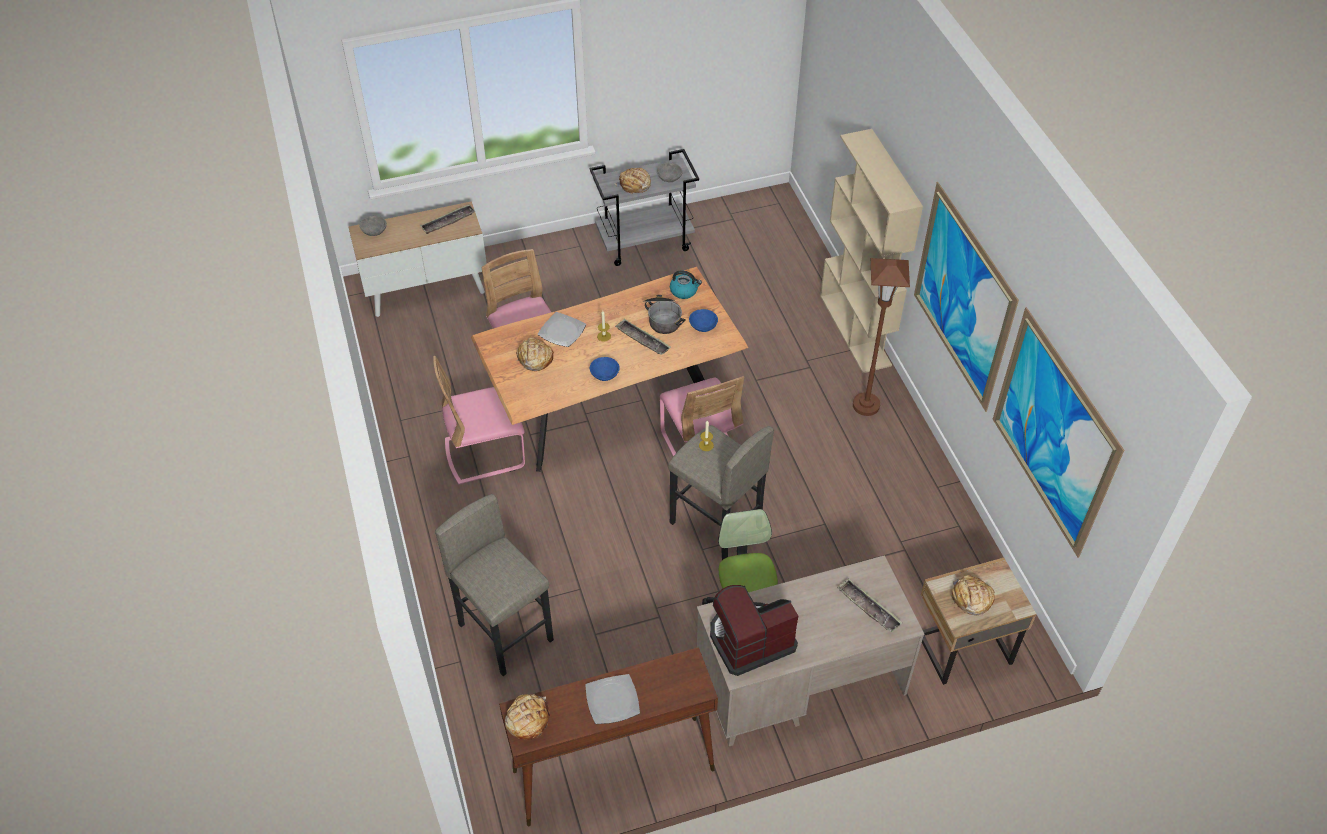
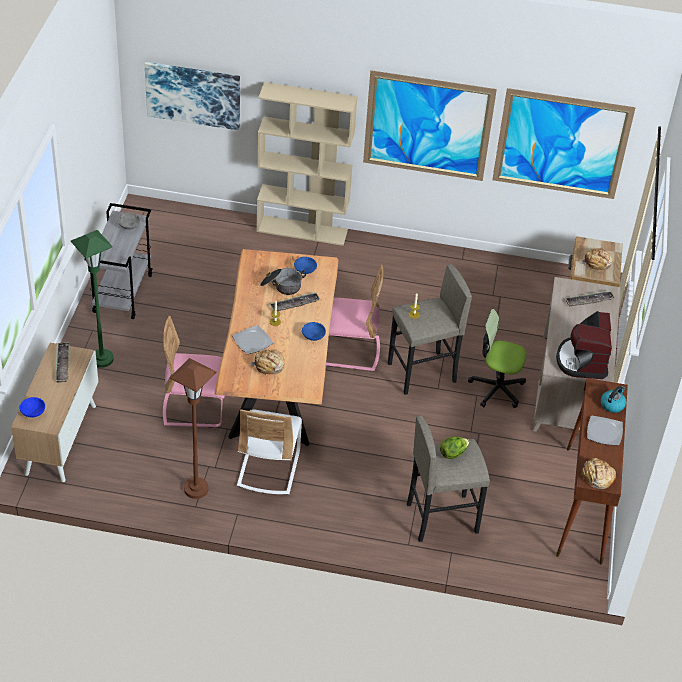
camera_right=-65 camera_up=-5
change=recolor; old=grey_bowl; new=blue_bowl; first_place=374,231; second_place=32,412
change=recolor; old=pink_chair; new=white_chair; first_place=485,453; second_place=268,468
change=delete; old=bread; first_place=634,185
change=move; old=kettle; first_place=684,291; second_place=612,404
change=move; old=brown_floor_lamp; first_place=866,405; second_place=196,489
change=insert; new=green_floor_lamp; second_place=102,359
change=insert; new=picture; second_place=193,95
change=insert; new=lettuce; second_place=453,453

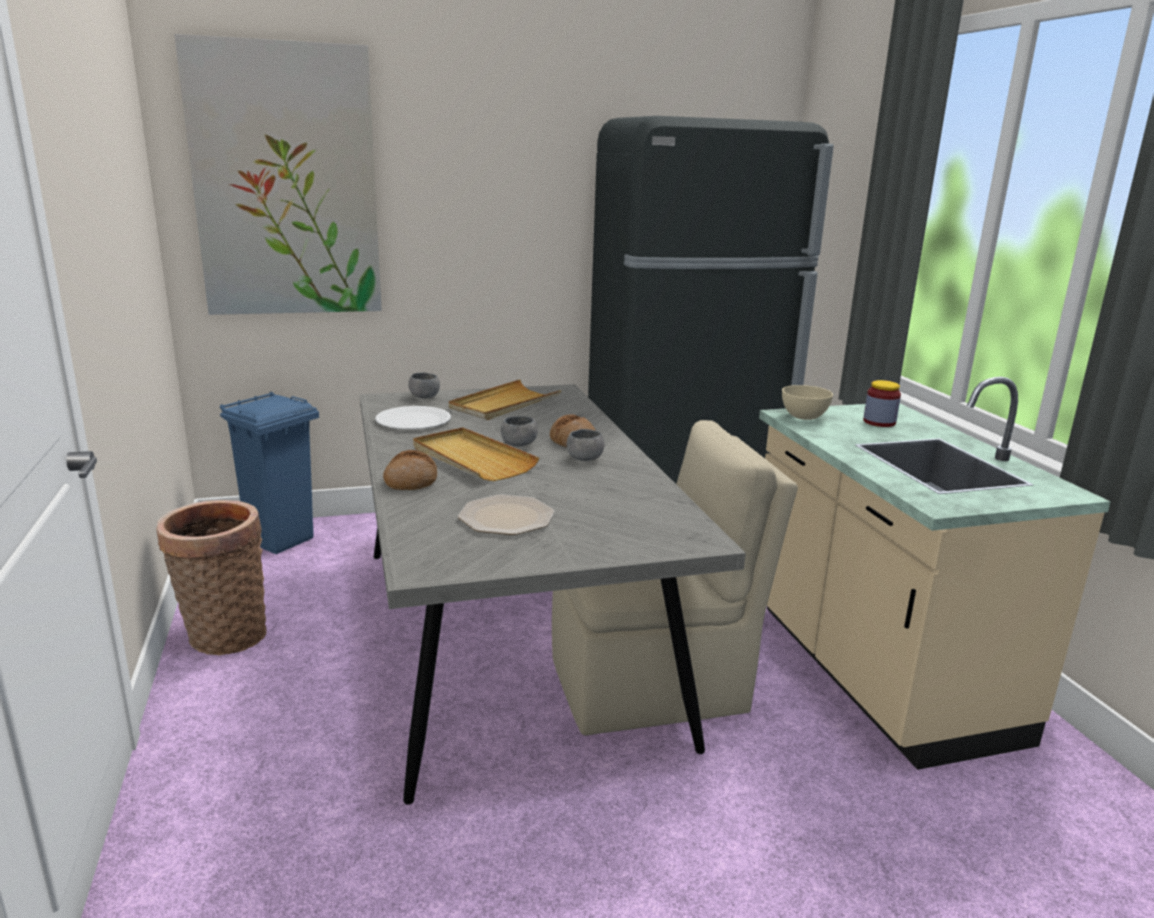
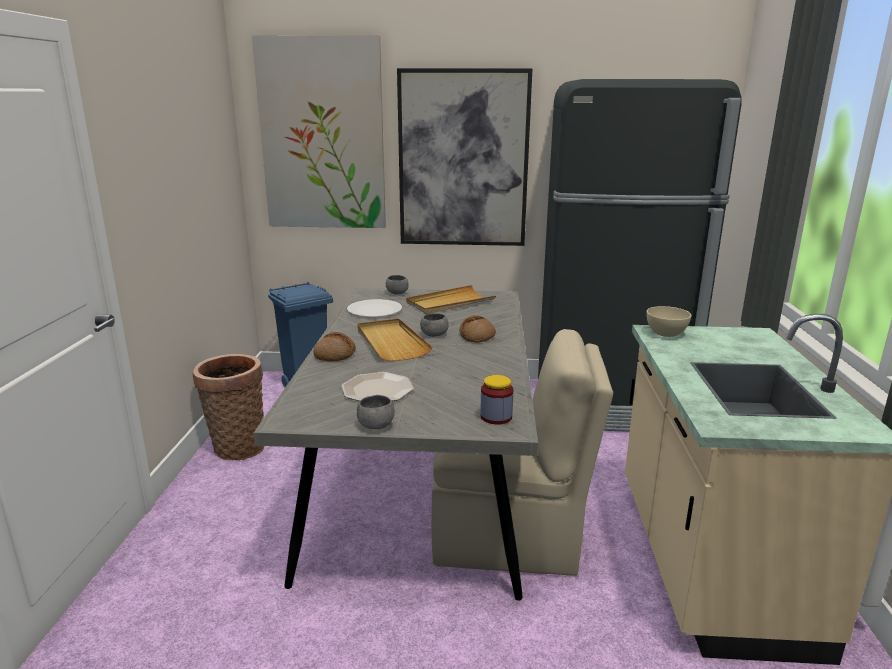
camera_right=20 camera_up=0
change=move; old=grey_bowl; first_place=585,459; second_place=376,425
change=move; old=jar; first_place=879,422; second_place=496,417
change=insert; new=picture; second_place=463,159

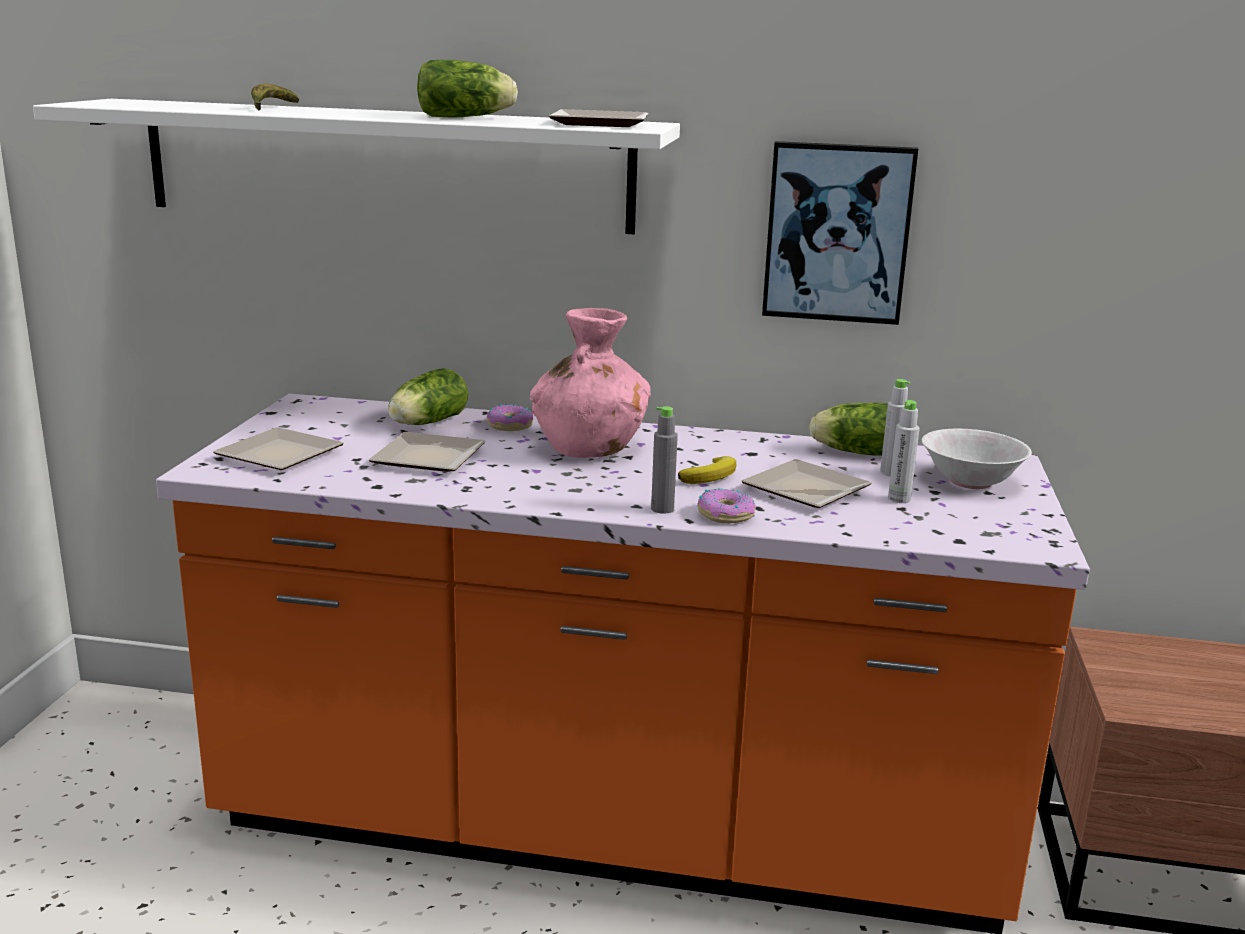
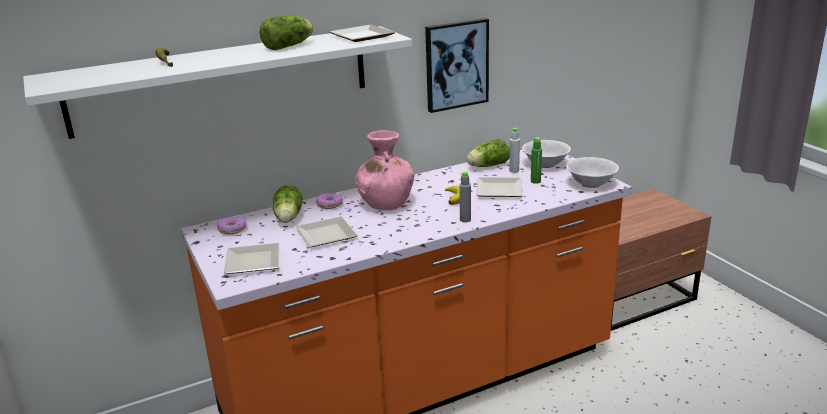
camera_right=-35 camera_up=5
change=move; old=donut; first_place=725,515; second_place=232,229
change=recolor; old=grey_bottle; new=green_bottle; first_place=899,499; second_place=535,181
change=insert; new=white_bowl; second_place=591,184

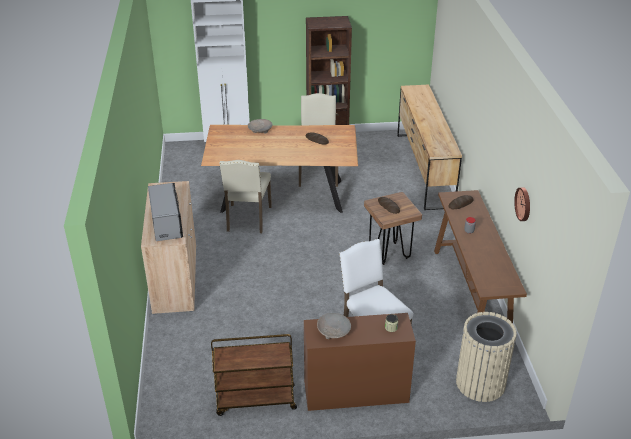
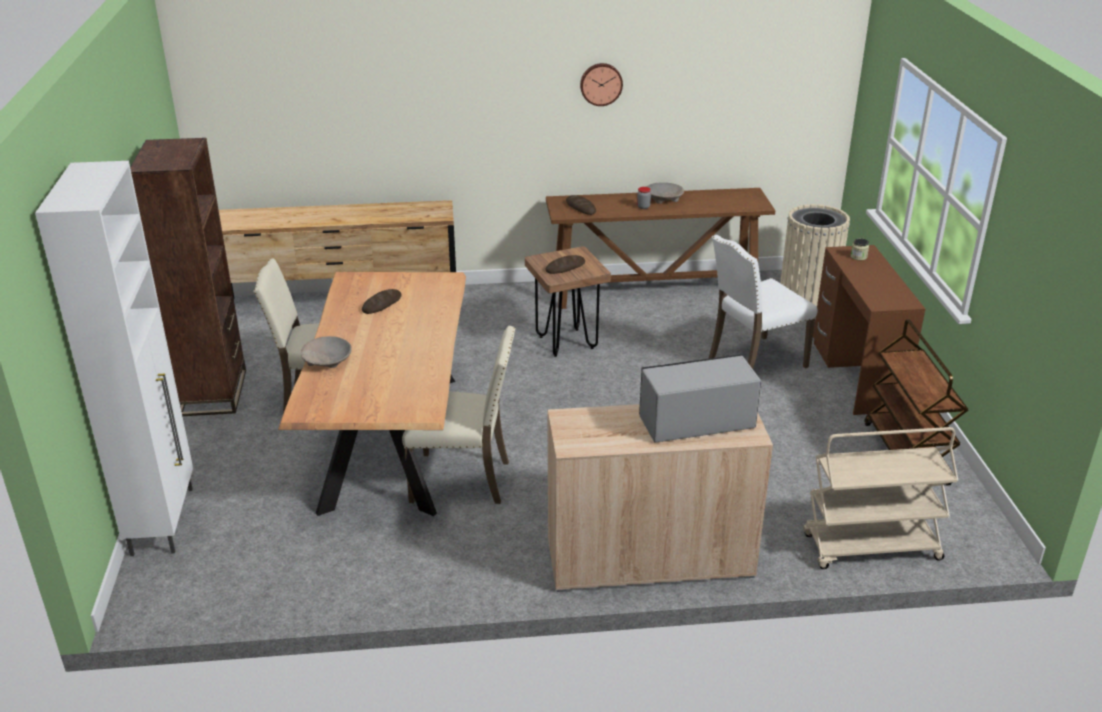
camera_right=-90 camera_up=-5
change=move; old=beige_bowl; first_place=334,331; second_place=663,198
change=move; old=wall_clock; first_place=524,204; second_place=601,84
change=insert; new=beige_cart; second_place=870,548

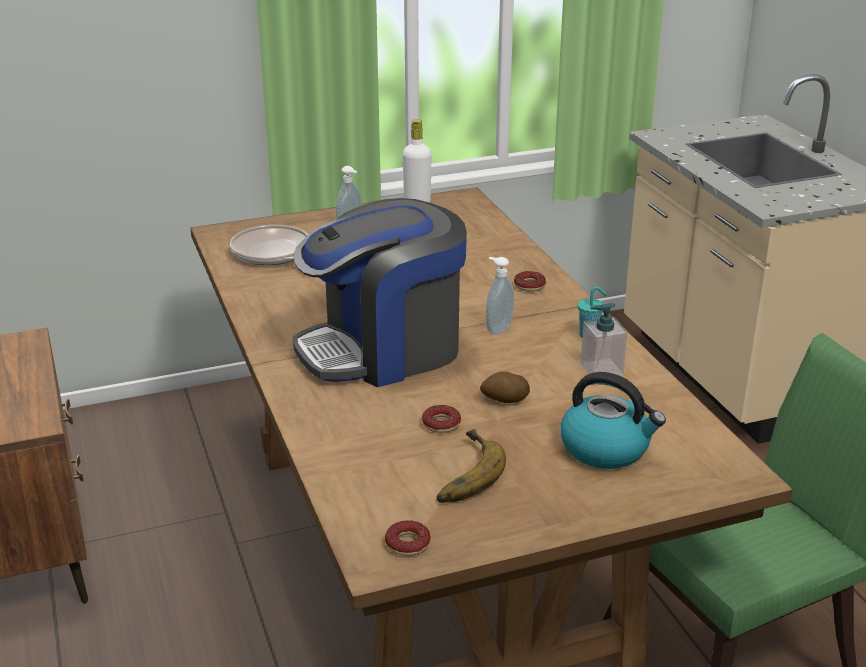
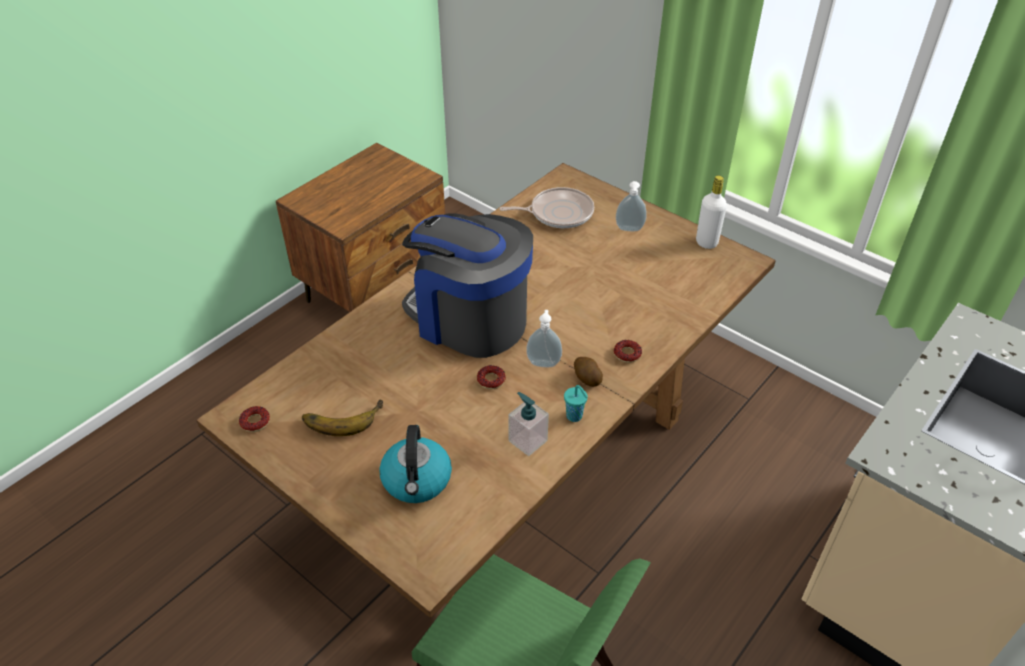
camera_right=60 camera_up=15
change=rotate; old=frying_pan; first_place=273,254; second_place=558,213; degrees=60
change=move; old=donut; first_place=441,423; second_place=491,380
change=move; old=potato; first_place=504,400; second_place=586,378

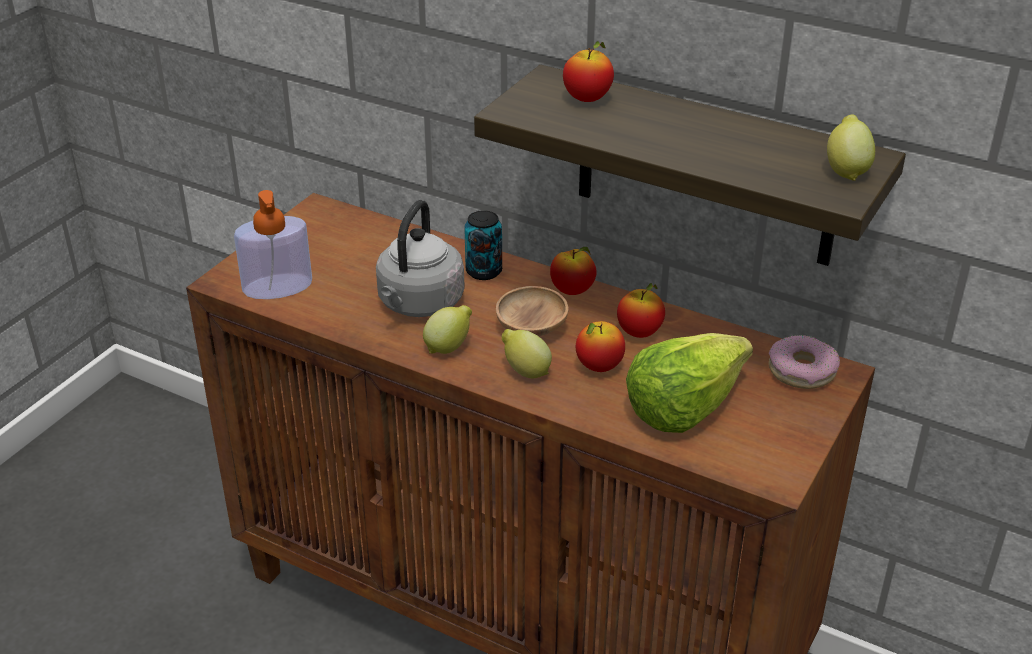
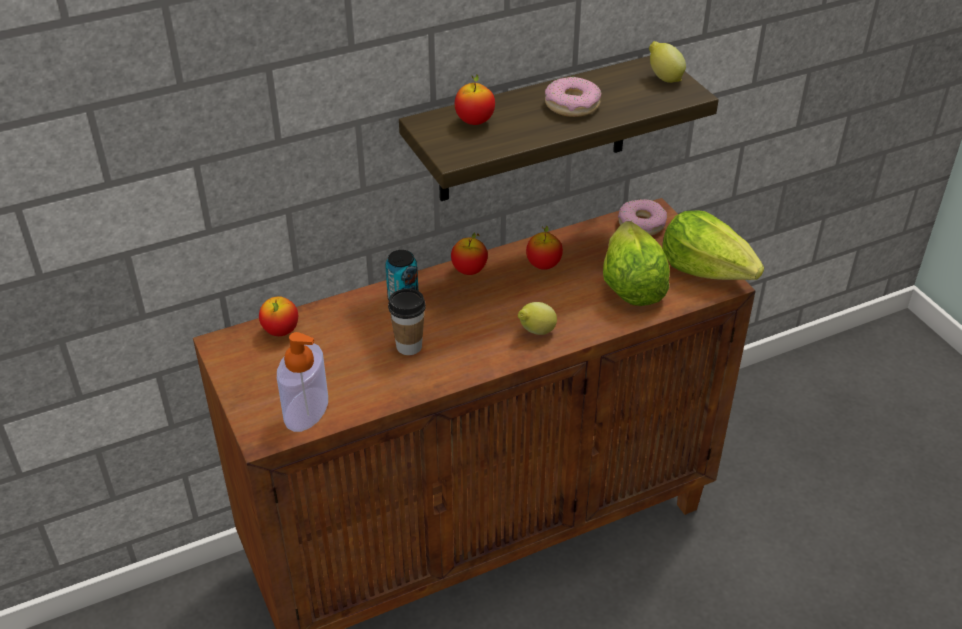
camera_right=-55 camera_up=5
change=replace; old=grey_kettle; new=cup; first_place=419,304; second_place=409,346
change=delete; old=lemon; first_place=449,347
change=delete; old=brown_bowl; first_place=531,328
change=move; old=apple; first_place=599,367; second_place=281,331
change=insert; new=donut; second_place=572,105
change=insert; new=lettuce; second_place=707,270

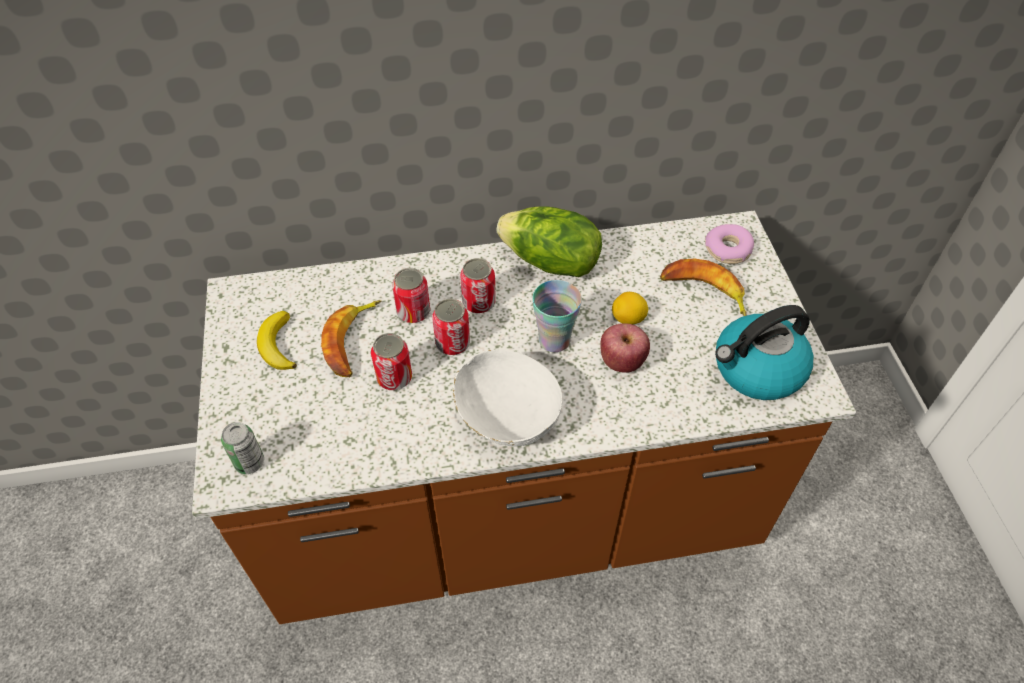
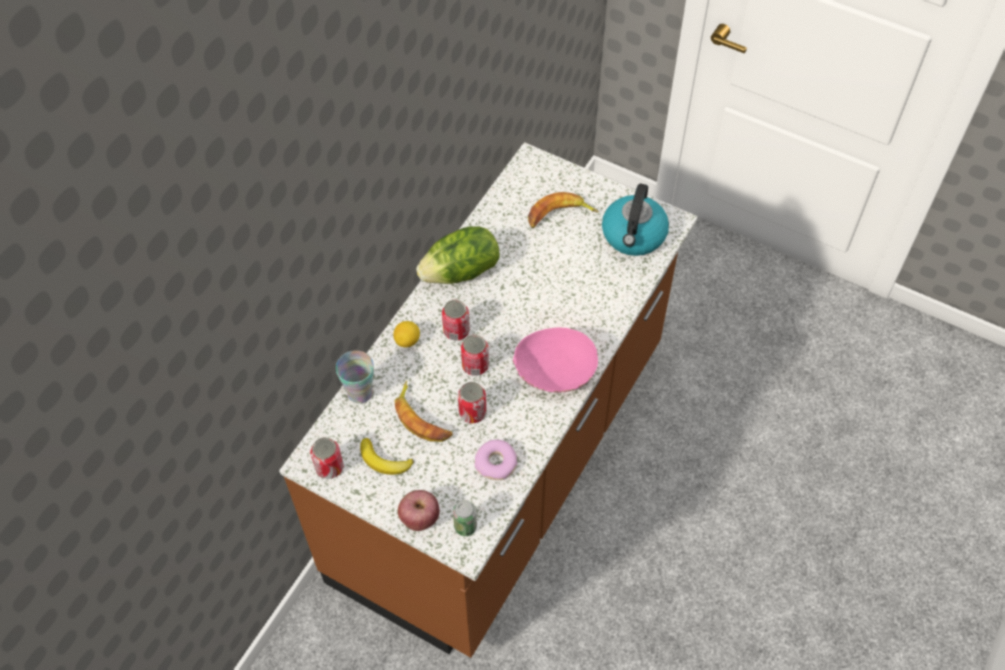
camera_right=-50 camera_up=5
change=move; old=can; first_place=413,312; second_place=329,467
change=recolor; old=white_bowl; new=pink_bowl; first_place=506,417; second_place=554,375
change=move; old=cup; first_place=554,340; second_place=360,393
change=move; old=apple; first_place=622,361; second_place=419,518
change=move; old=lemon; first_place=628,319; second_place=407,341
change=move; old=donut; first_place=728,250; second_place=496,463

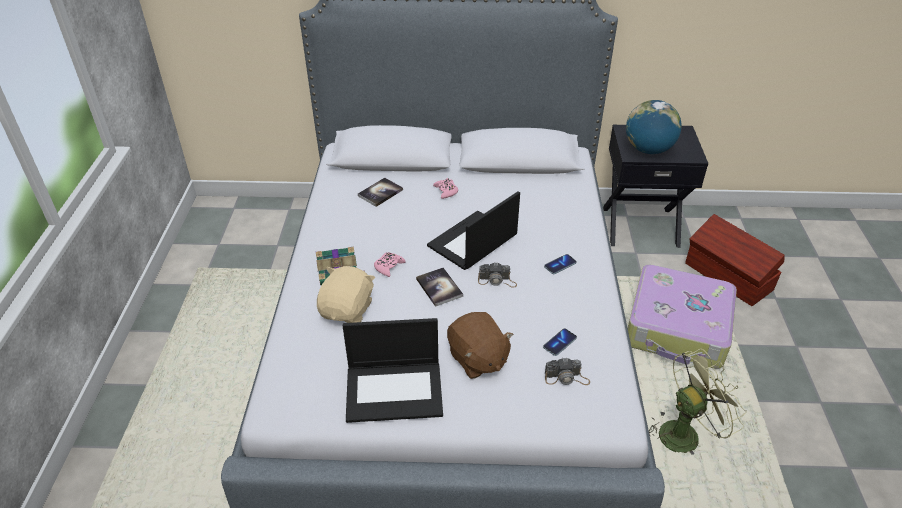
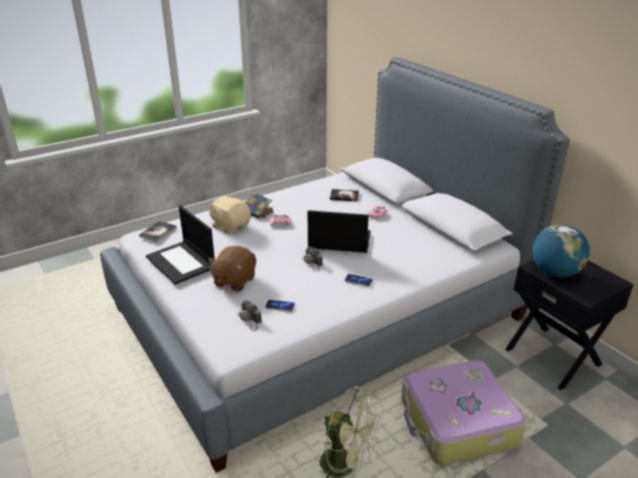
camera_right=55 camera_up=-10
change=rotate; old=beige_plush_toy; first_place=348,310; second_place=230,226; degrees=-120
change=move; old=book; first_place=439,287; second_place=158,232
change=delete; old=brown_storage_box; first_place=728,277

